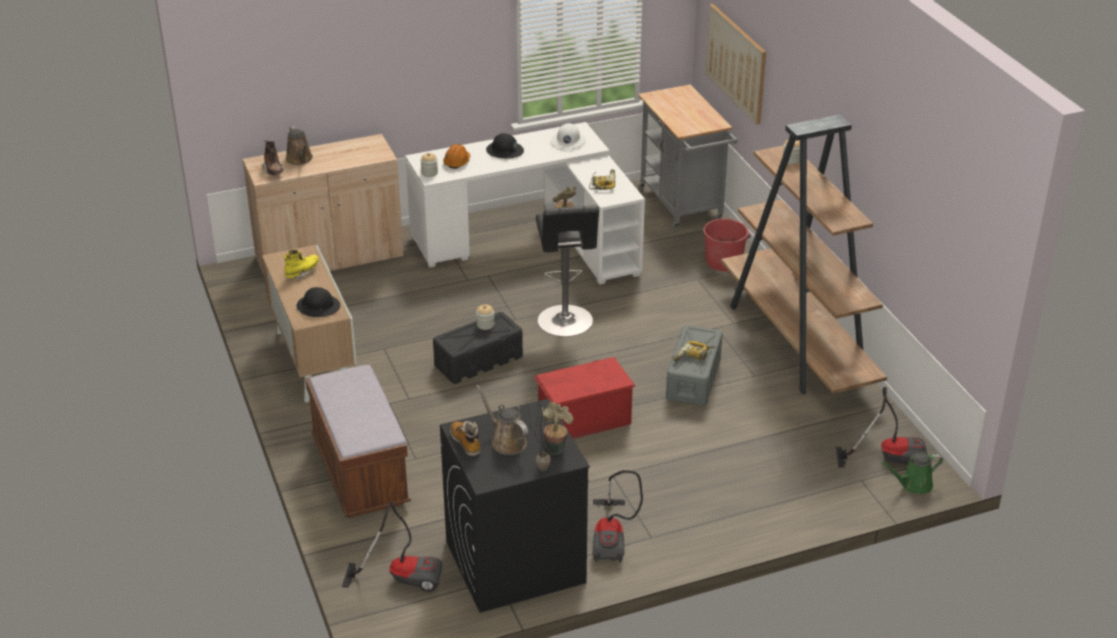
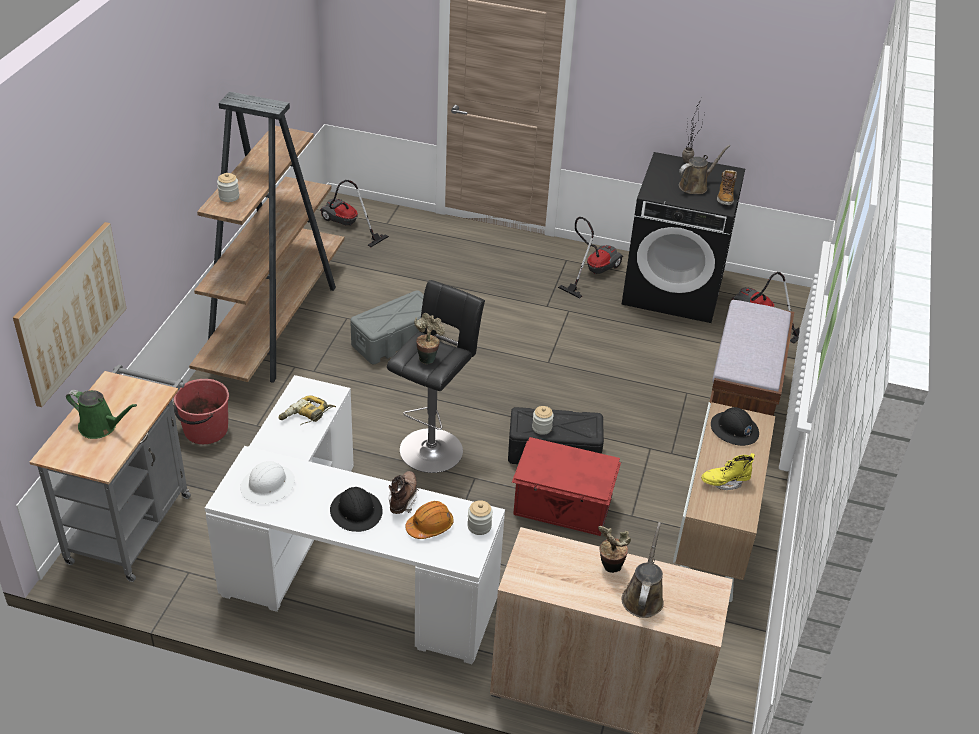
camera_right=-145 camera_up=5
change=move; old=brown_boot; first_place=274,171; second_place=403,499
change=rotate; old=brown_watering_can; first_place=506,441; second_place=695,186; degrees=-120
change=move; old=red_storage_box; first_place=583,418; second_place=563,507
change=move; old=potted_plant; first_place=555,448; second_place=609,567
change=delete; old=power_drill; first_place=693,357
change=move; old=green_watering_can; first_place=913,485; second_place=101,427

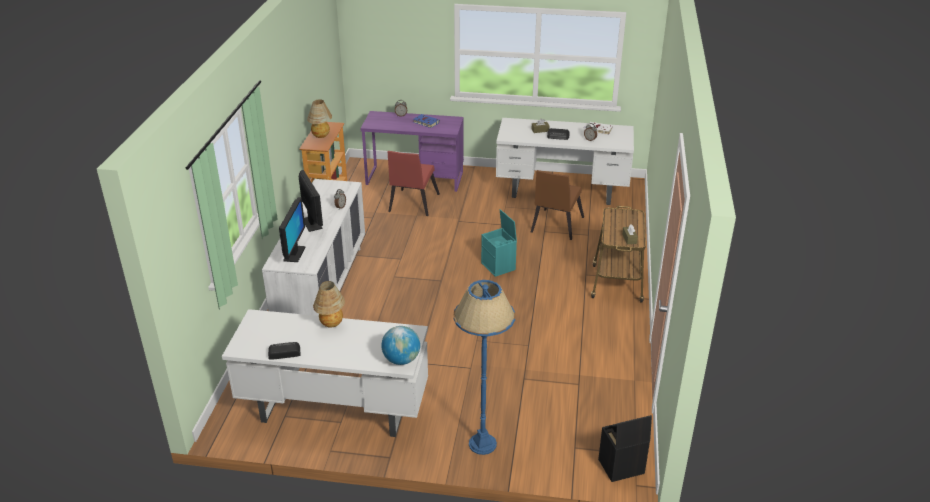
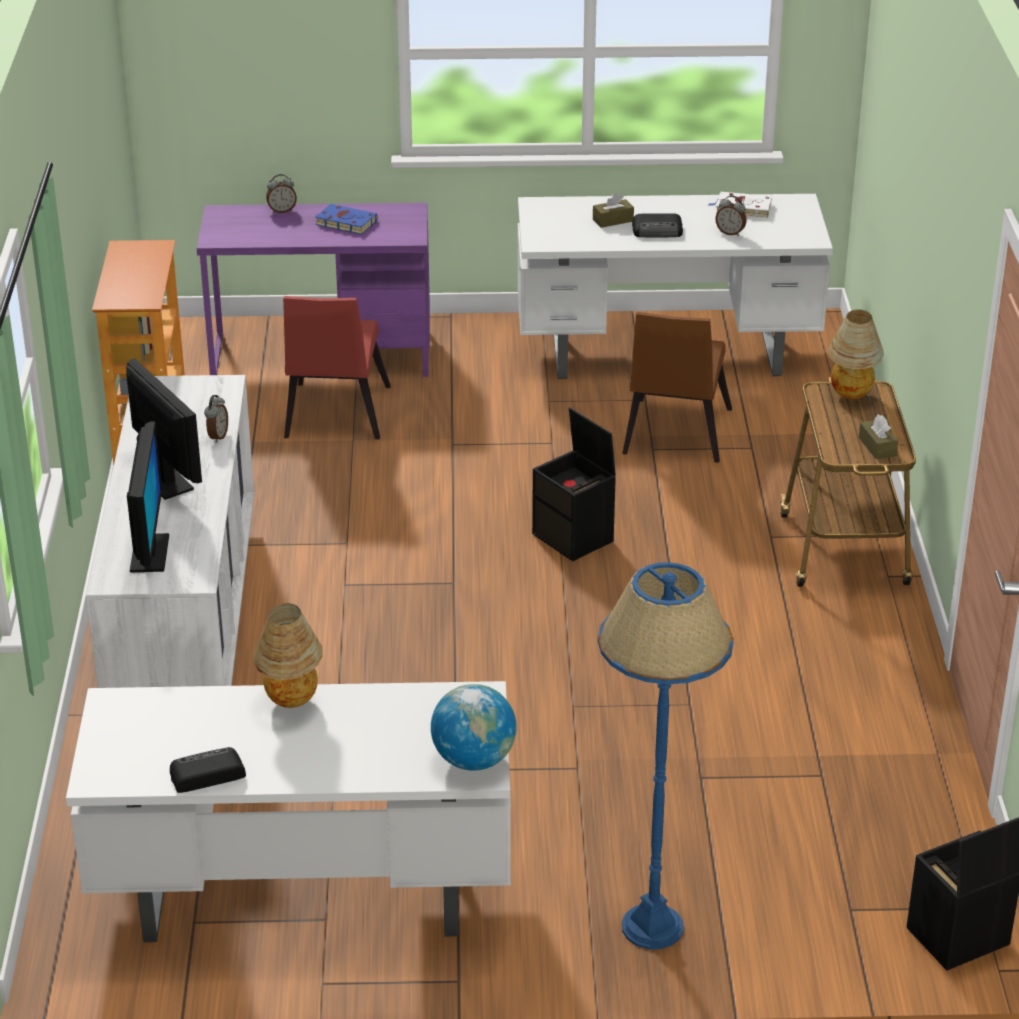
camera_right=-10 camera_up=0
change=move; old=table_lamp; first_place=321,136; second_place=851,395
change=recolor; old=turquoise_storage_box; new=black_storage_box; first_place=499,266; second_place=574,538

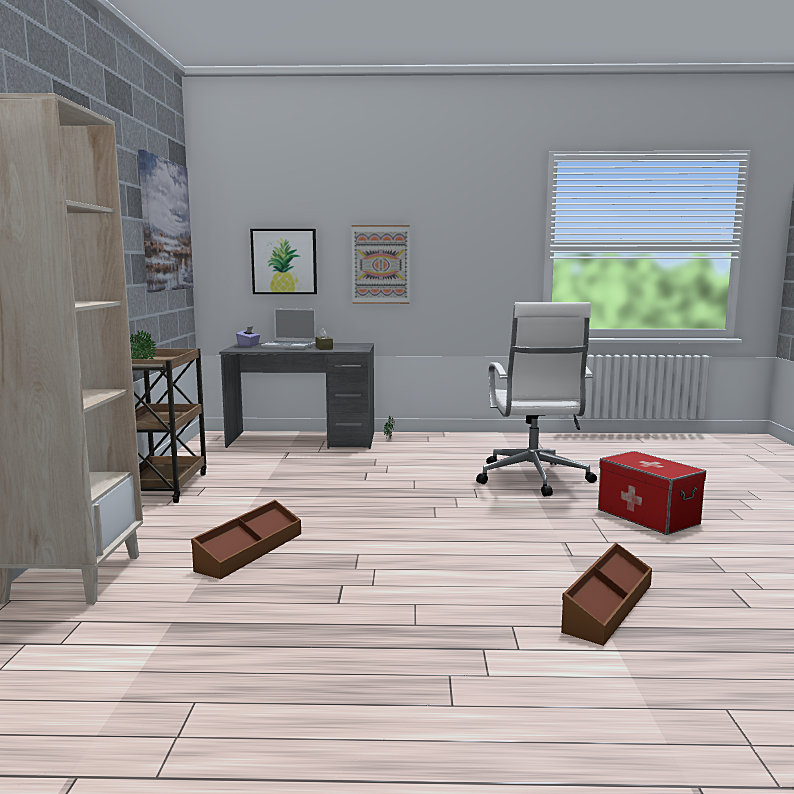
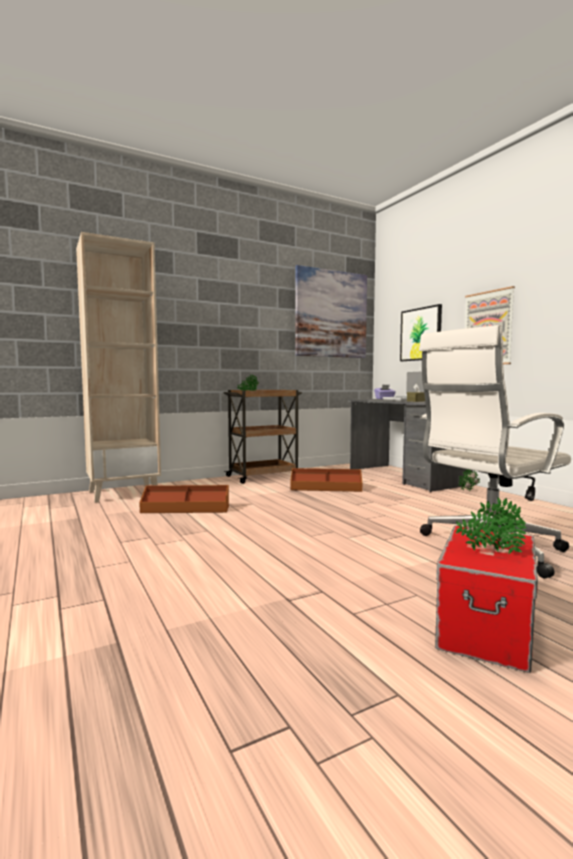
camera_right=60 camera_up=-5
change=move; old=brown_storage_box; first_place=607,606; second_place=326,488
change=insert; new=potted_plant; second_place=489,552

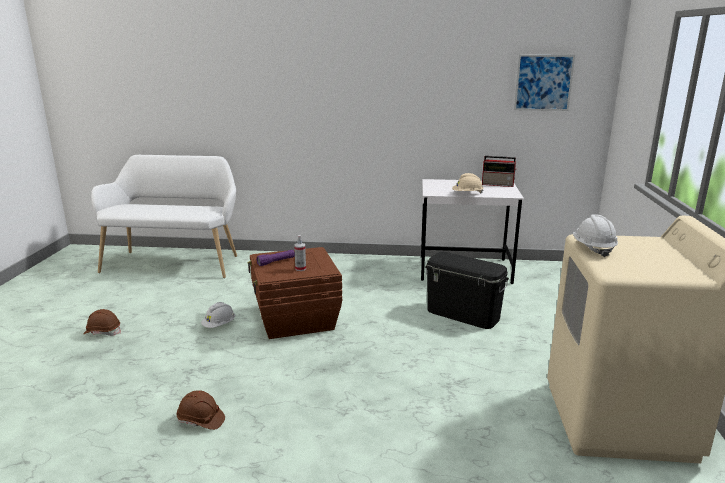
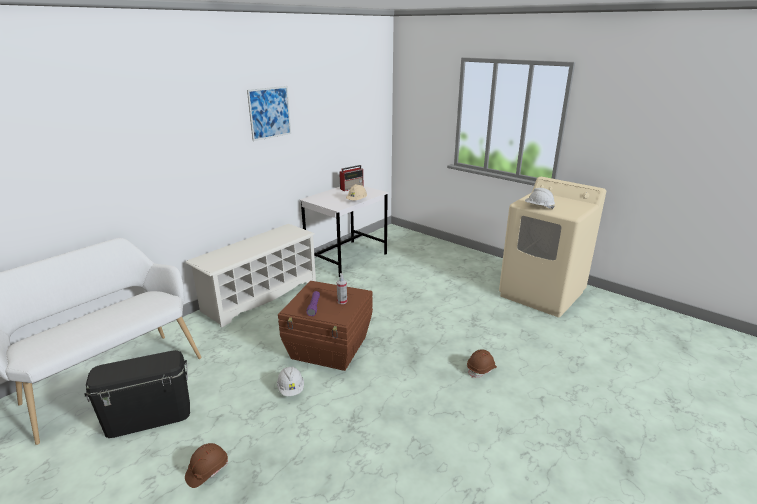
camera_right=-55 camera_up=5
change=move; old=brown_hard_hat; first_place=201,420; second_place=481,369
change=move; old=black_storage_box; first_place=463,314; second_place=149,416
change=move; old=picture; first_place=543,82; second_place=269,113
change=insert; new=white_shoe_rack; second_place=260,295

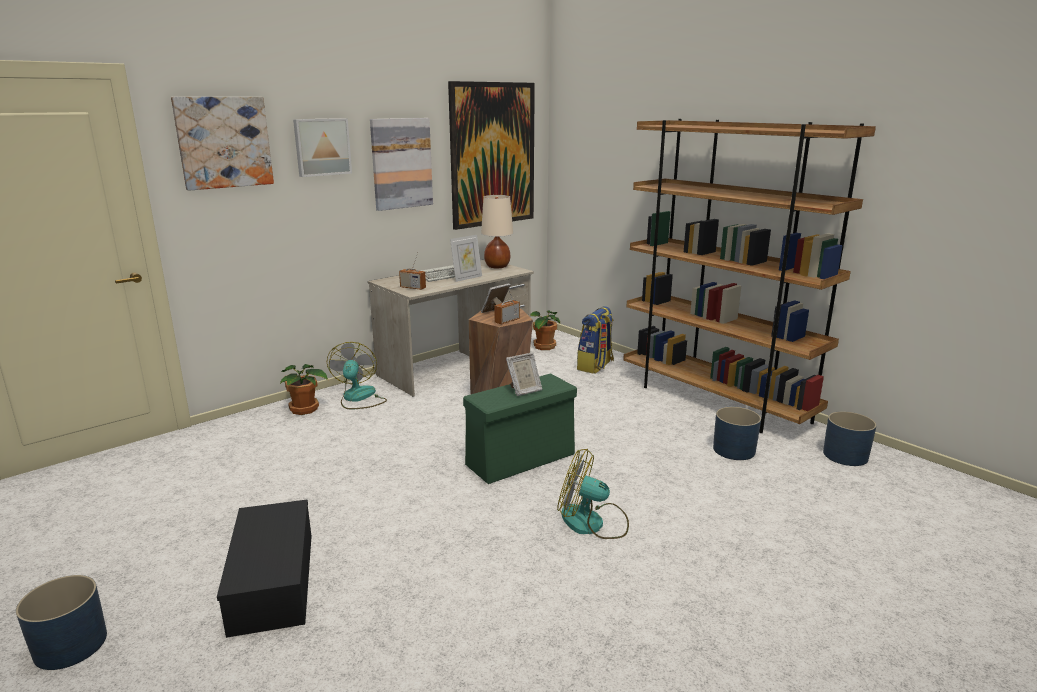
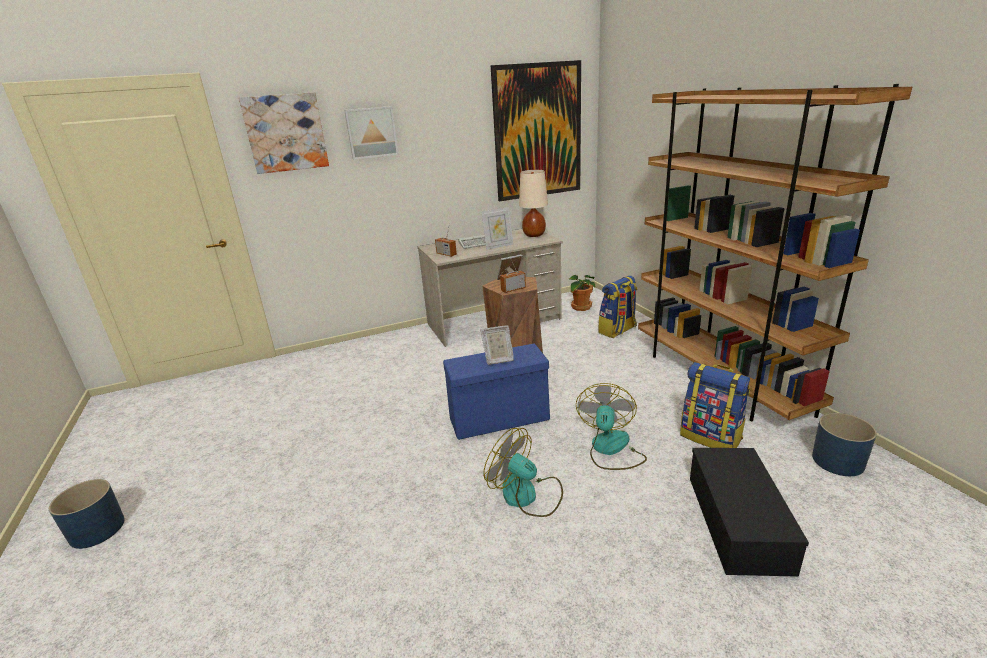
camera_right=20 camera_up=5
change=move; old=black_storage_box; first_place=274,582; second_place=740,523
change=delete; old=potted_plant; first_place=305,409
change=move; old=fan; first_place=358,398; second_place=610,449
change=delete; old=picture; first_place=401,163
change=recolor; old=green_storage_box; new=blue_storage_box; first_place=522,459; second_place=500,418
change=replace; old=blue_planter; new=backpack; first_place=734,450; second_place=711,437

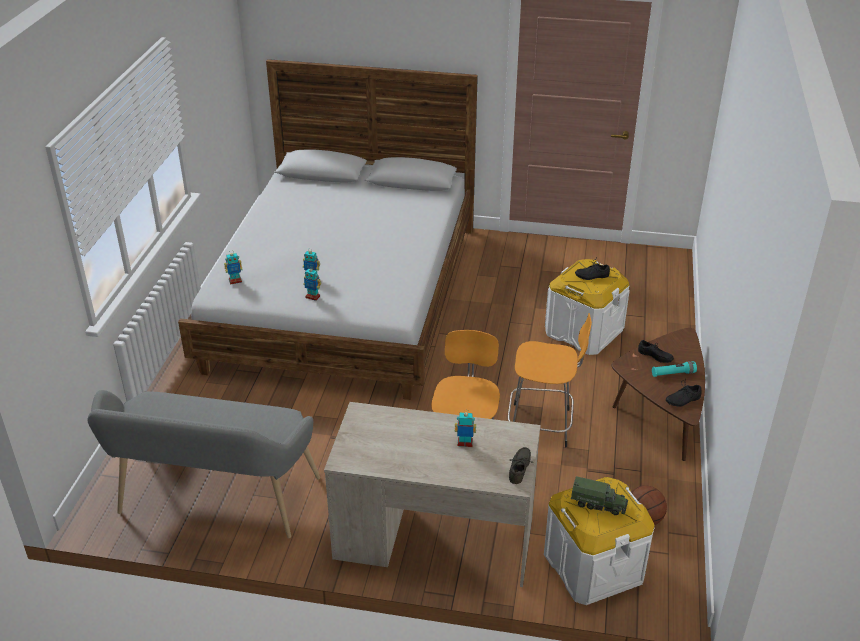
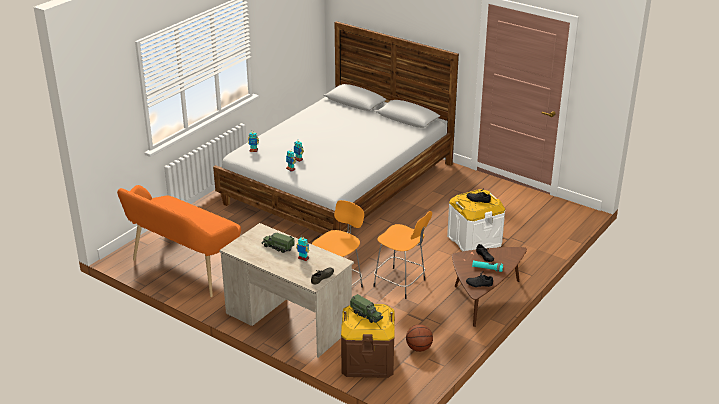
camera_right=25 camera_up=-5
change=recolor; old=grey_bench; new=orange_bench; first_place=214,501; second_place=185,269
change=recolor; old=white_storage_box; new=brown_storage_box; first_place=593,566; second_place=367,361
change=insert; new=toy_truck; second_place=278,247

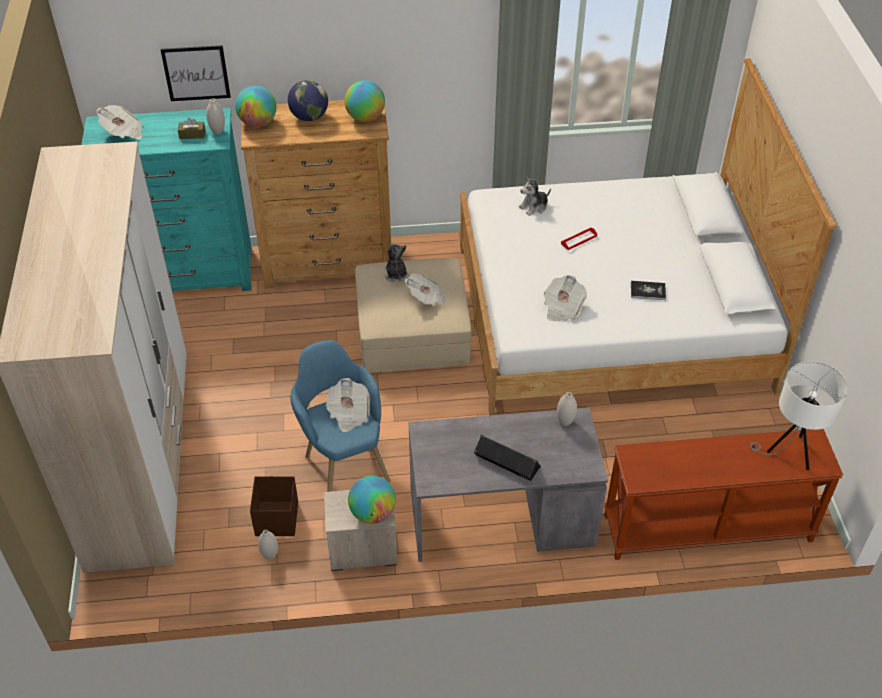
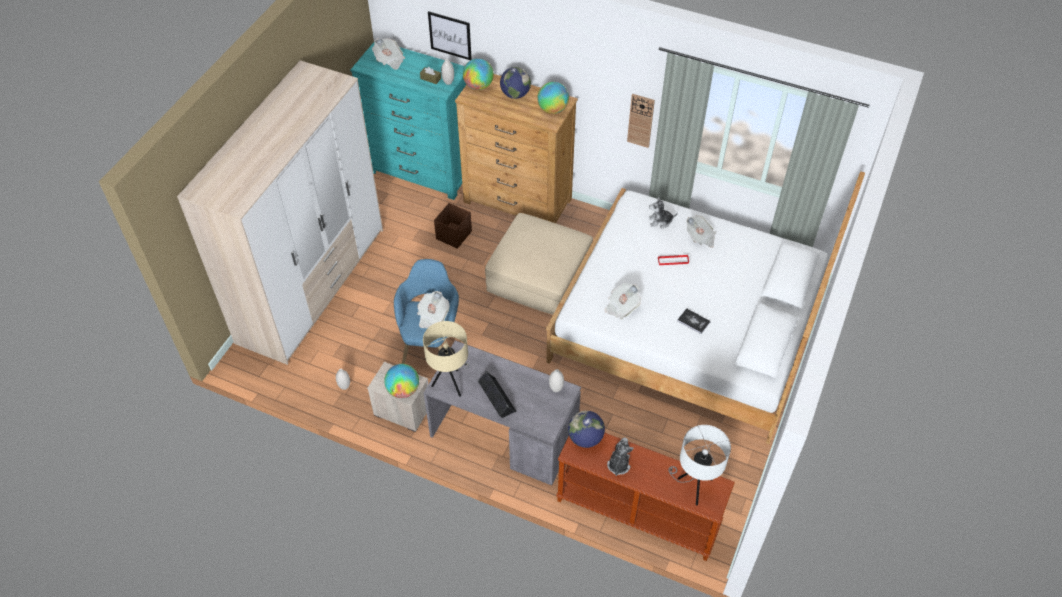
camera_right=30 camera_up=5
change=move; old=brown_storage_box; first_place=277,518; second_place=454,235
change=move; old=plush_toy; first_place=396,274; second_place=618,464
change=move; old=newspaper; first_place=427,298; second_place=700,237
change=insert; new=beige_table_lamp; second_place=451,383
change=insert; new=globe; second_place=585,438
change=insert; new=wall_clock; second_place=640,120

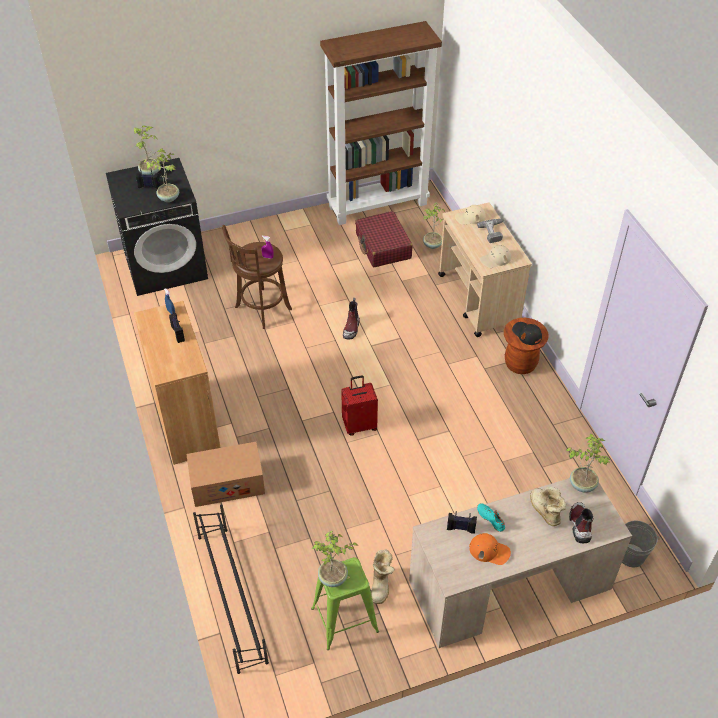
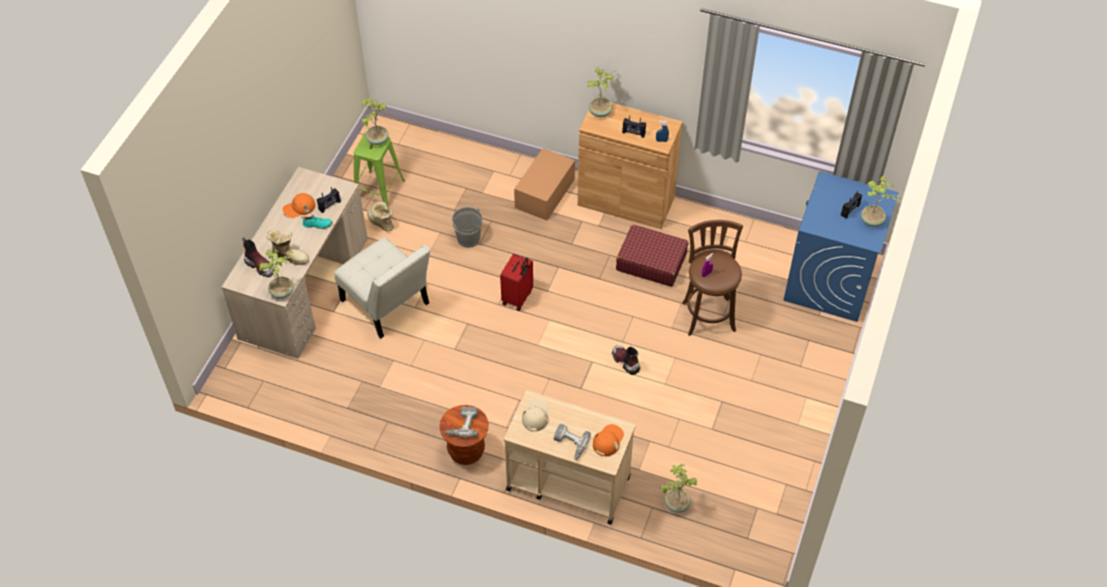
camera_right=130 camera_up=5
change=recolor; old=black_washing_machine; new=blue_washing_machine; first_place=166,265; second_place=830,282
change=move; old=potted_plant; first_place=168,197; second_place=601,112
change=delete; old=black_shoe_rack; first_place=232,596
change=delete; old=brown_bookcase; first_place=378,204
change=move; old=red_suitcase; first_place=383,246; second_place=651,262
change=recolor; old=beige_cap; new=orange_cap; first_place=470,217; second_place=608,441
change=replace; old=black_cap; new=power_drill; first_place=526,334; second_place=462,424
change=move; old=grey_bucket; first_place=631,555; second_place=468,238
change=insert; new=white_chair; second_place=387,305

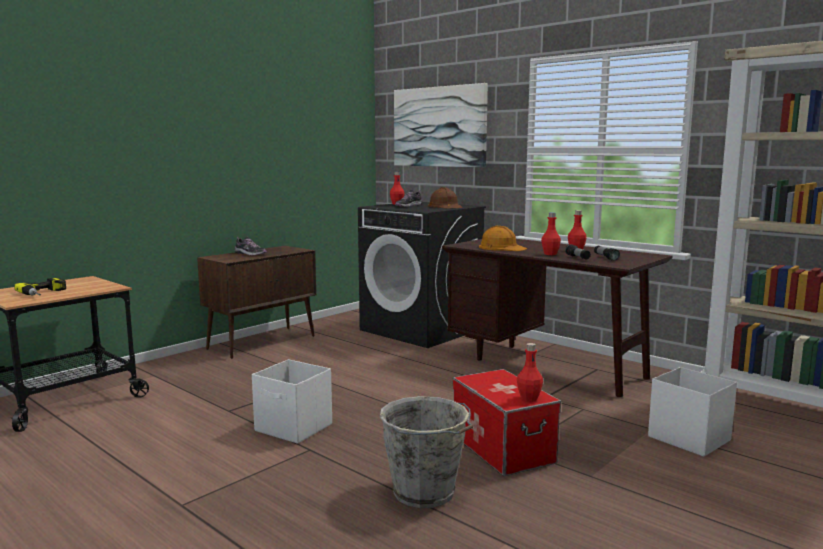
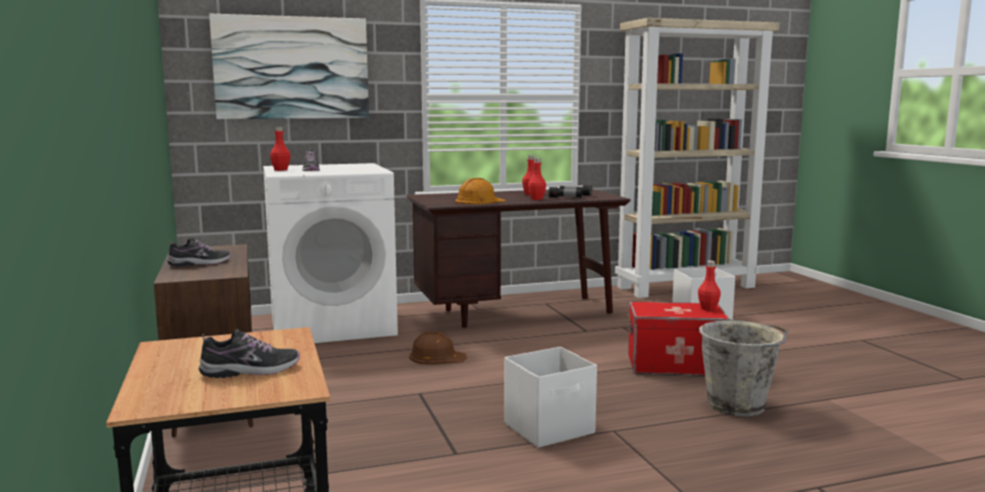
camera_right=-60 camera_up=0
change=replace; old=power_drill; new=shoe; first_place=45,293; second_place=251,371
change=recolor; old=black_washing_machine; new=white_washing_machine; first_place=421,330; second_place=333,325
change=move; old=brown_hard_hat; first_place=445,206; second_place=437,357

